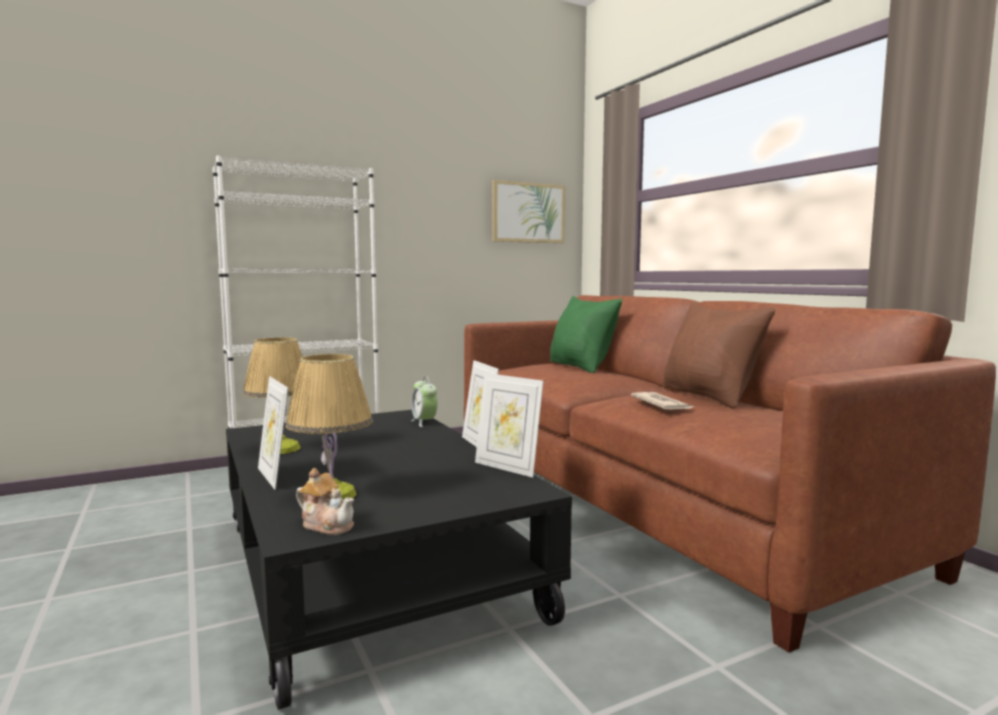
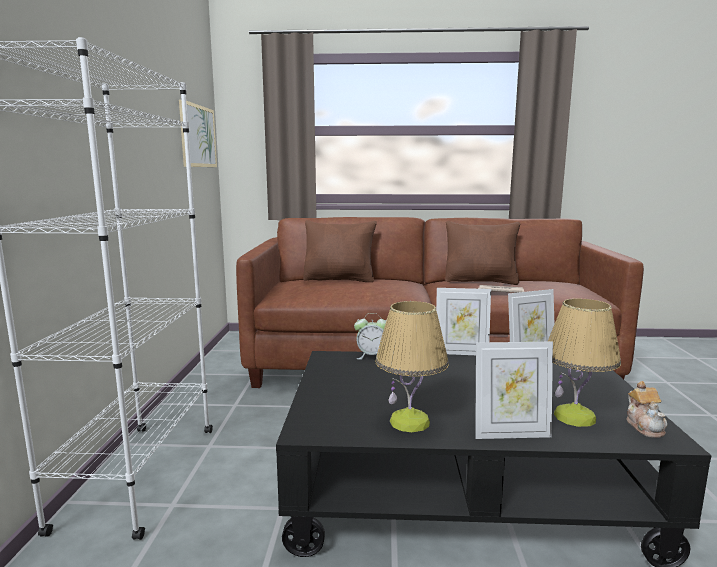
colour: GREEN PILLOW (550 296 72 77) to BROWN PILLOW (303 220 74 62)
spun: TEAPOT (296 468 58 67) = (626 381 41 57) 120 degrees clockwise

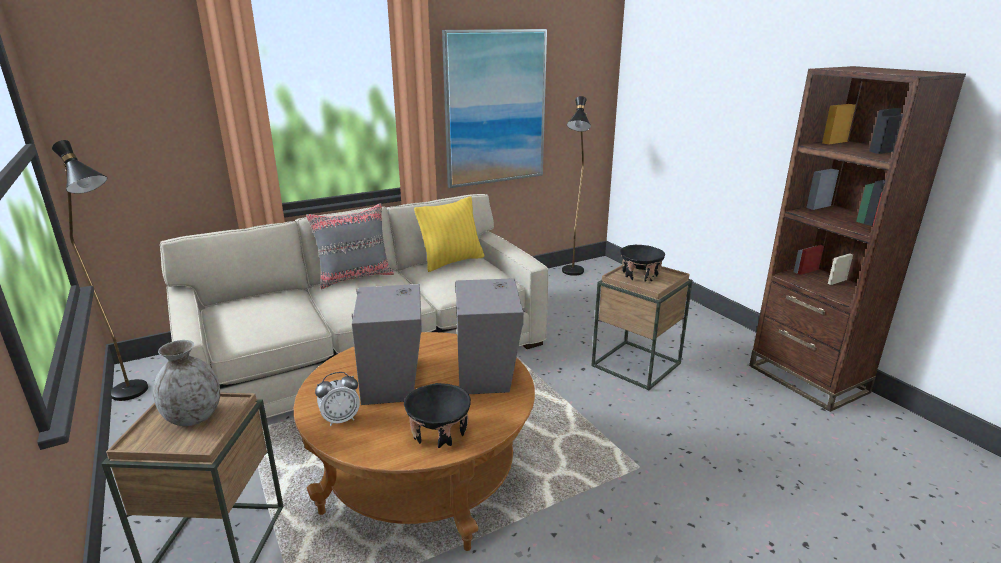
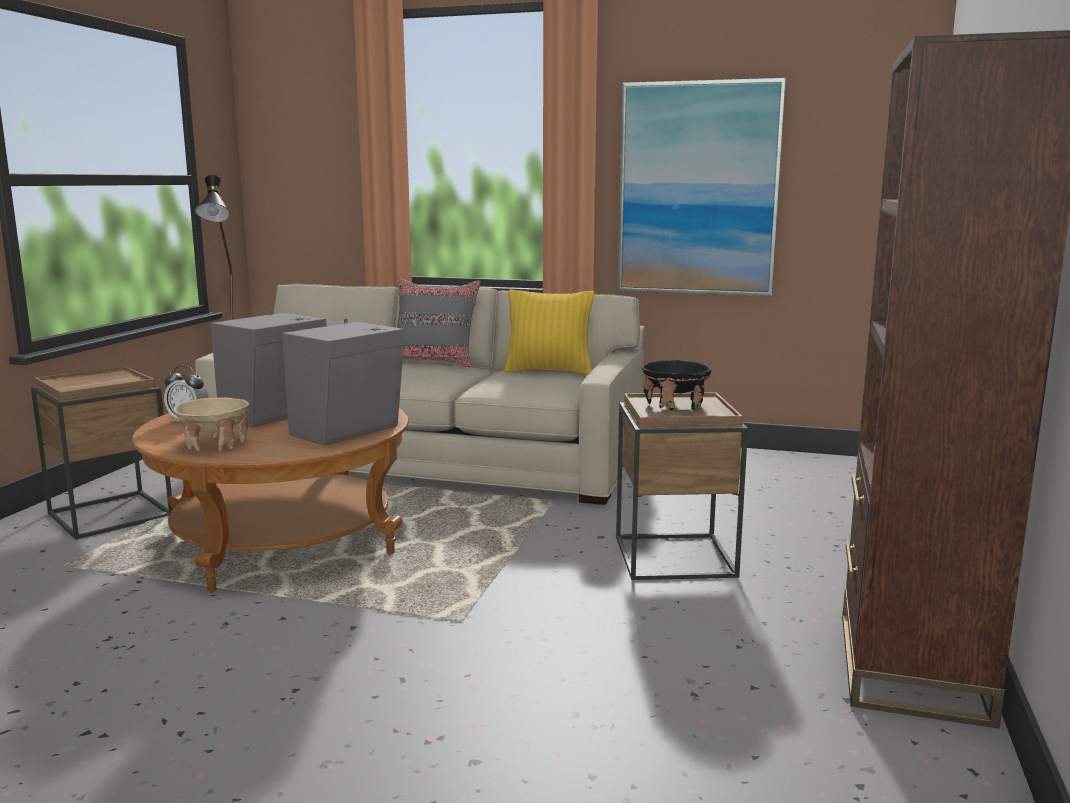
missing: GREY VASE (153 340 67 86); BLACK FLOOR LAMP (562 96 29 180)
colour: BLACK BOWL (404 383 67 65) to BEIGE BOWL (173 397 76 54)

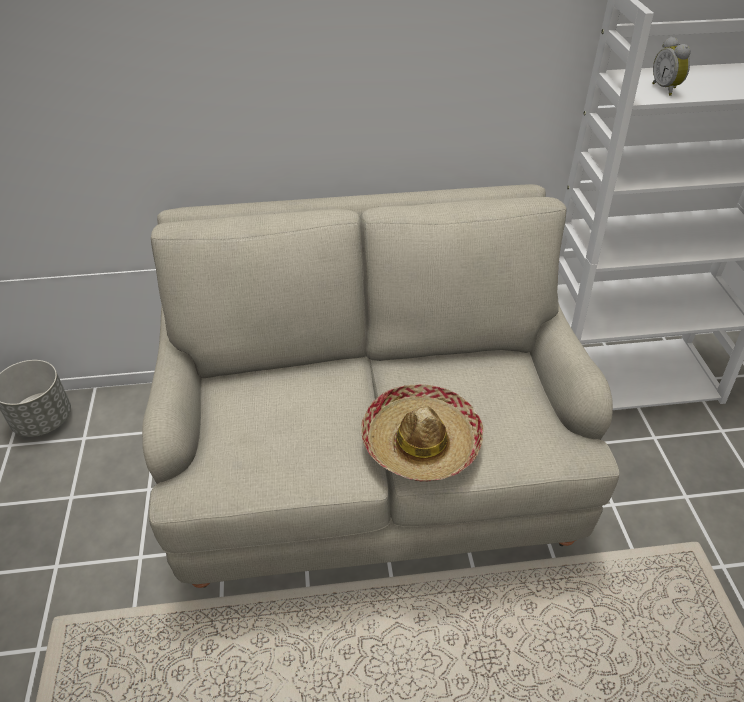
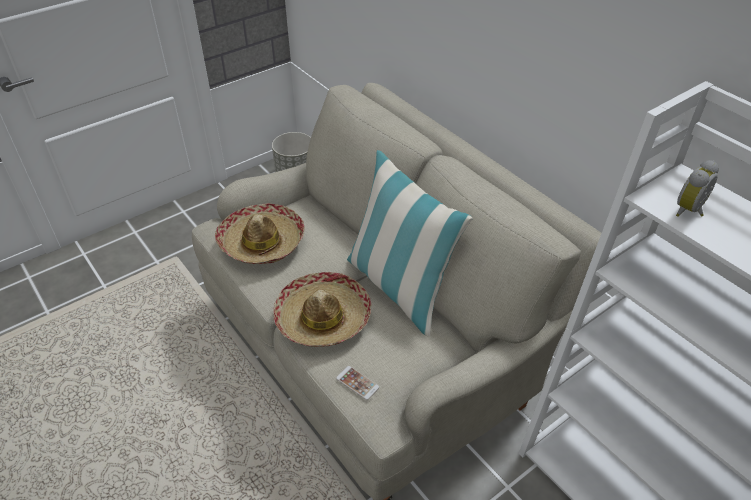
appeared: HAT (215 204 90 60); PHONE (336 366 44 34); PILLOW (347 150 125 186)

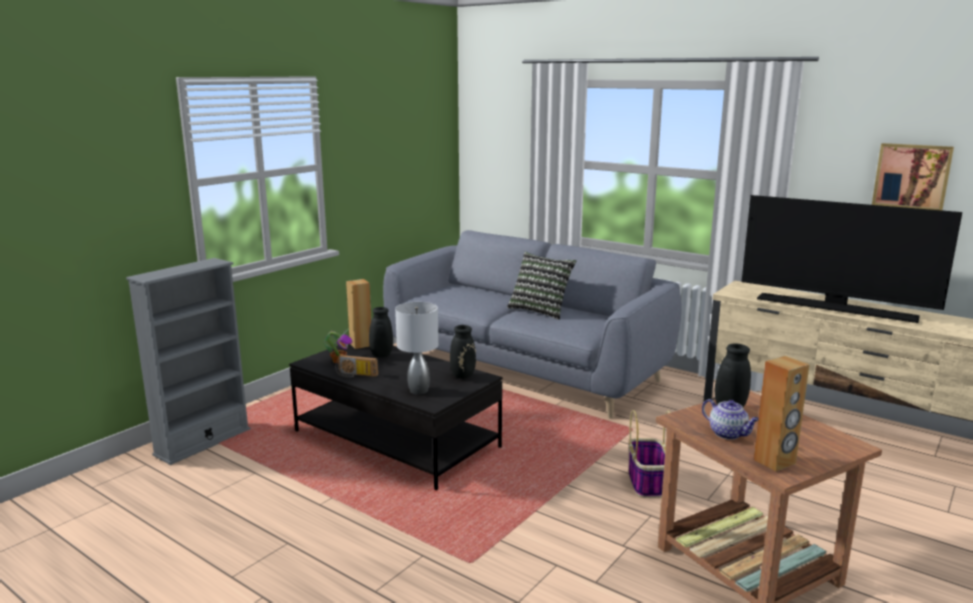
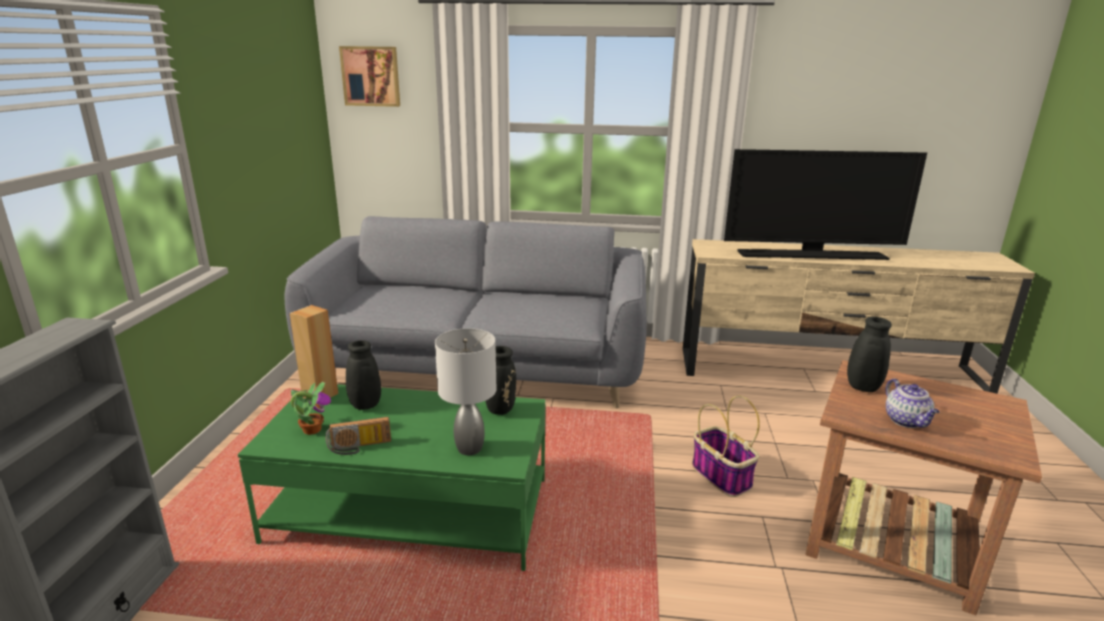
missing: PILLOW (507 252 69 68); BROWN SPEAKER (754 356 56 116)
relocated: PICTURE (872 143 82 67) to (339 46 61 61)
colour: BLACK COFFEE TABLE (289 344 213 146) to GREEN COFFEE TABLE (238 384 308 187)
spun: TEAPOT (702 399 57 41) = (886 379 54 49) 60 degrees clockwise

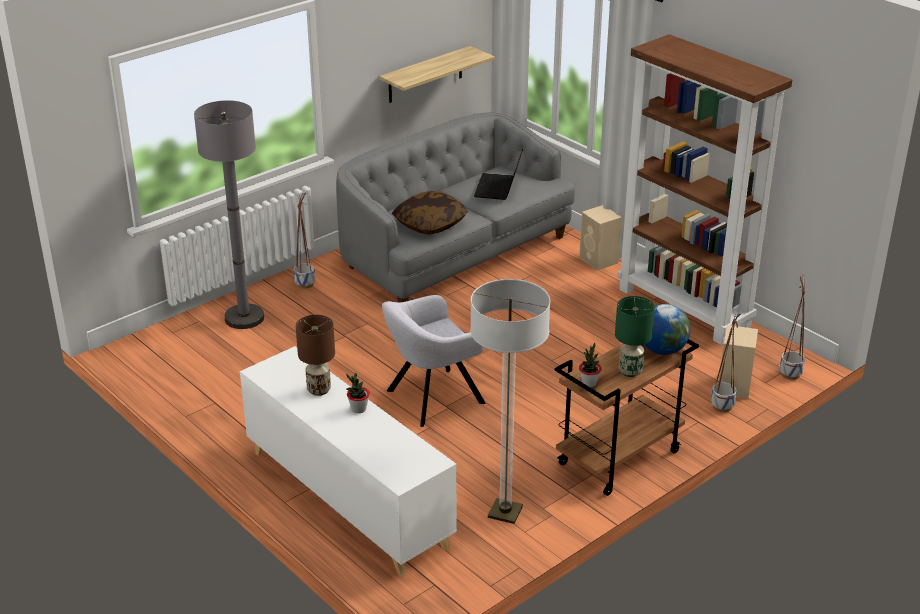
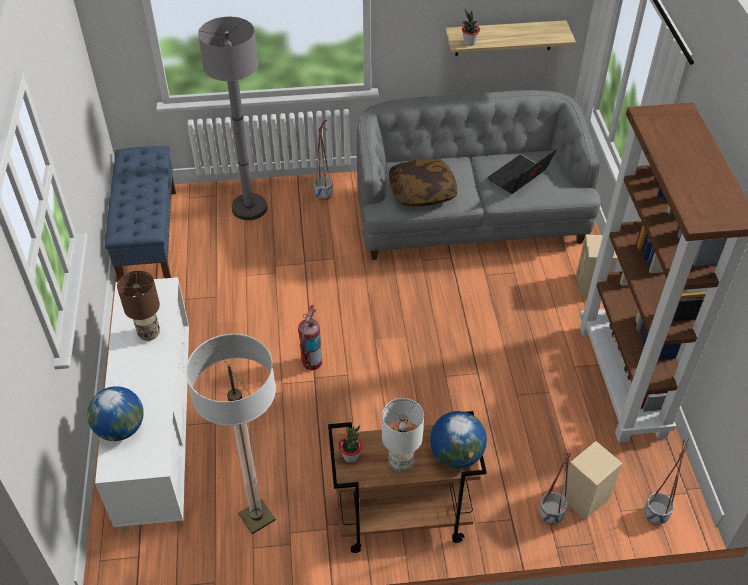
appeared: GLOBE (87 386 57 55); BLUE BENCH (105 146 71 135)
relocated: POTTED PLANT (346 373 24 40) to (462 9 18 37)
exchanged: GREY ARMCHAIR (382 295 103 132) to FIRE EXTINGUISHER (298 305 24 65)
colour: GREEN TABLE LAMP (615 296 40 81) to WHITE TABLE LAMP (382 398 42 75)

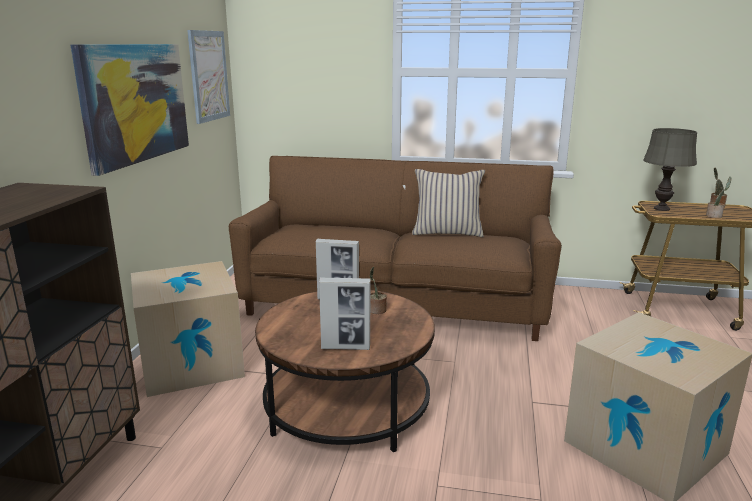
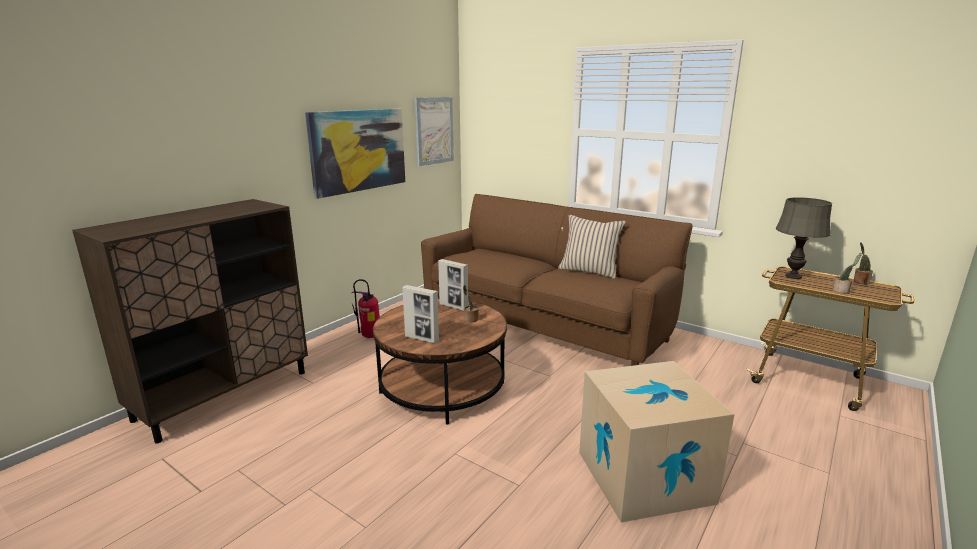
exchanged: CARDBOARD BOX (131 261 114 136) to FIRE EXTINGUISHER (351 279 29 59)

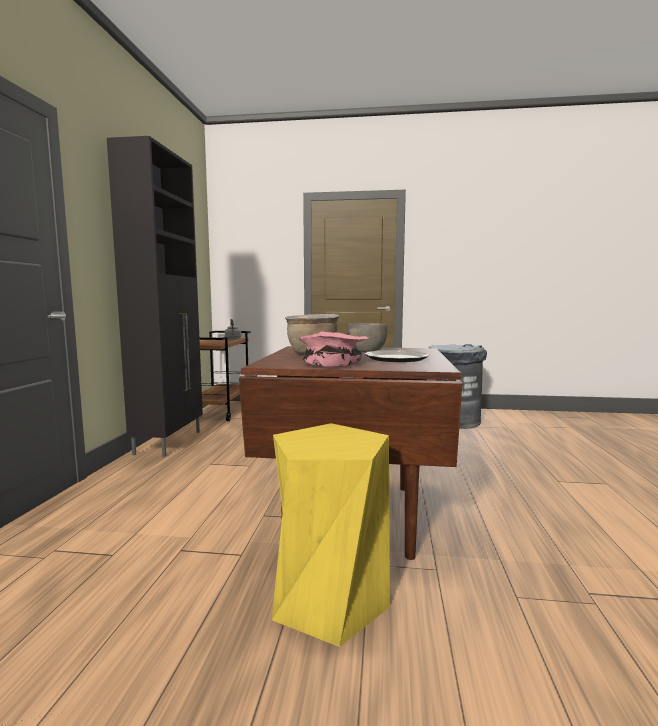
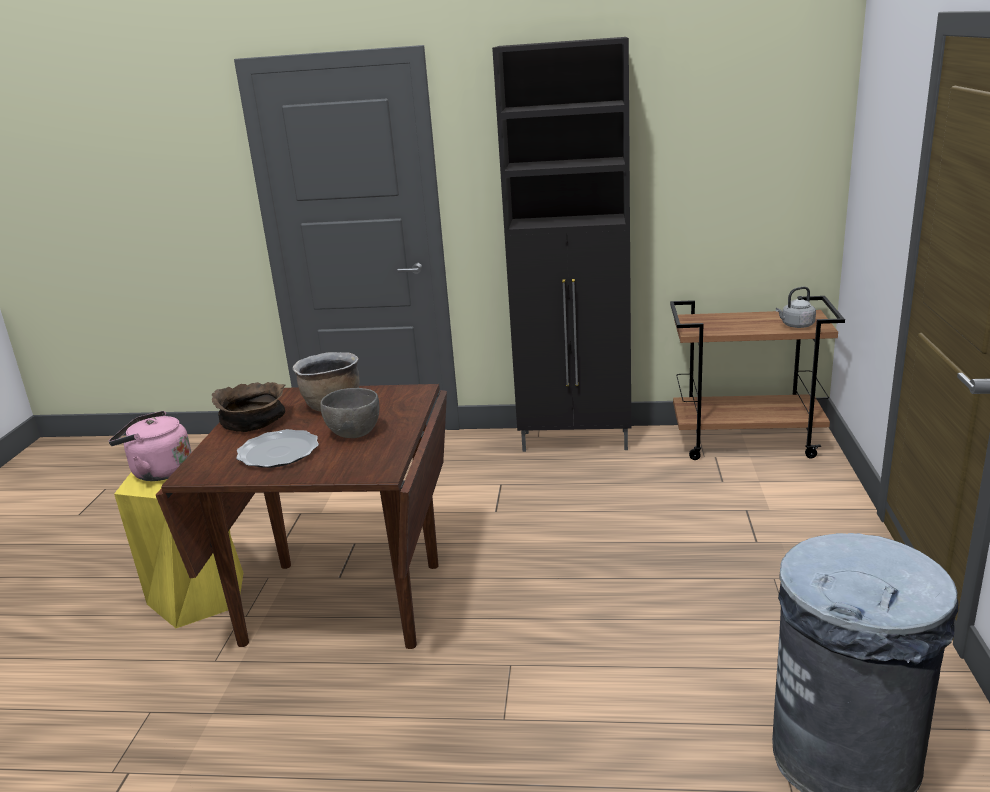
appeared: PINK KETTLE (109 411 83 70)
colour: PINK BOWL (298 331 72 36) to BROWN BOWL (212 382 73 50)

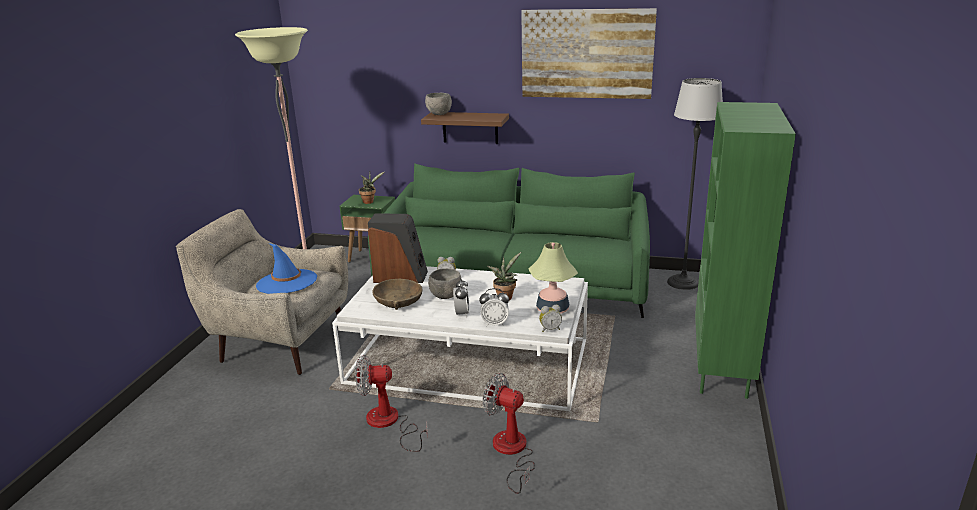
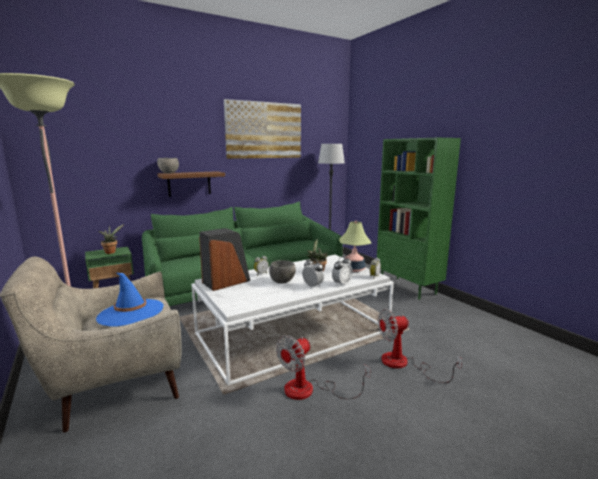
missing: BROWN BOWL (372 279 50 31)

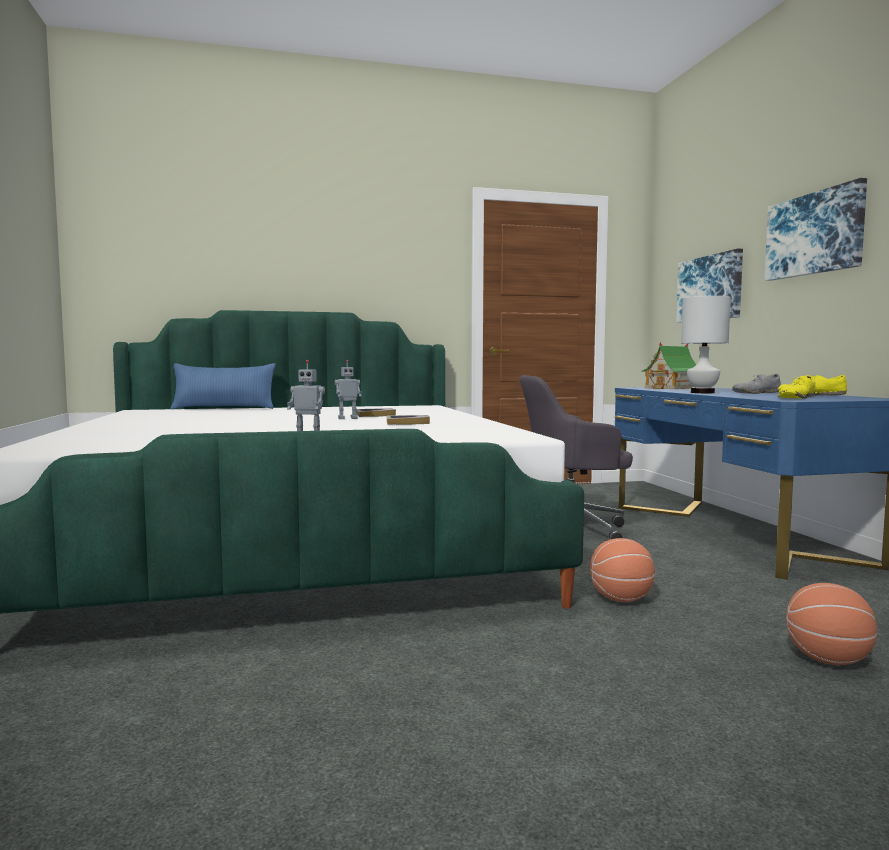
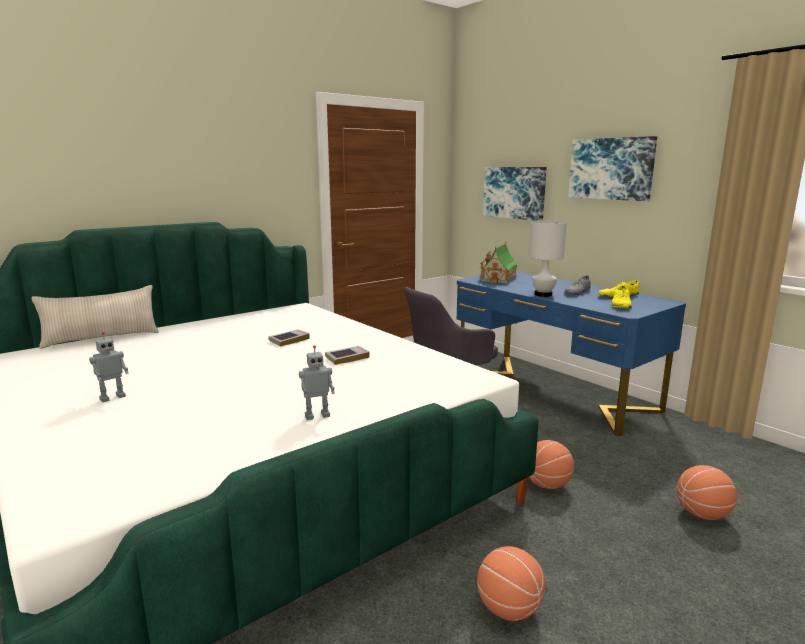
appeared: BASKETBALL (477 546 68 75)
relocated: TOY ROBOT (335 360 26 59) to (89 332 40 70)
colour: BLUE PILLOW (171 363 105 46) to BEIGE PILLOW (32 285 127 64)

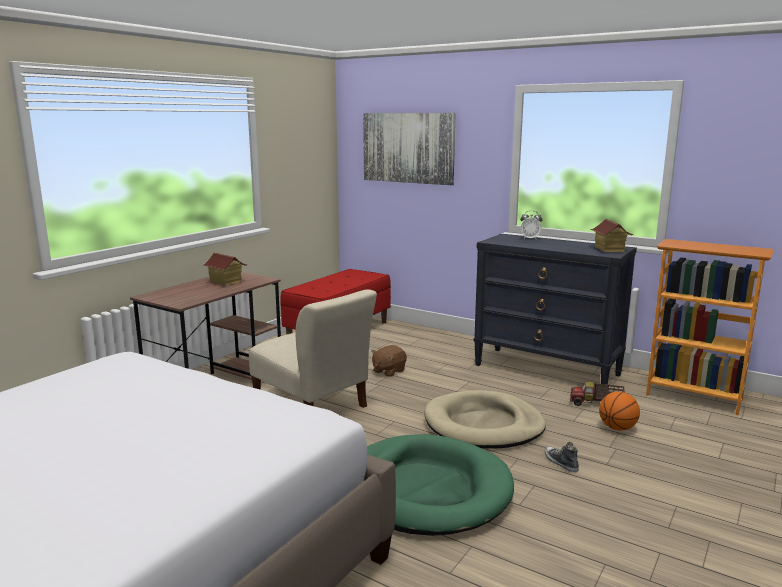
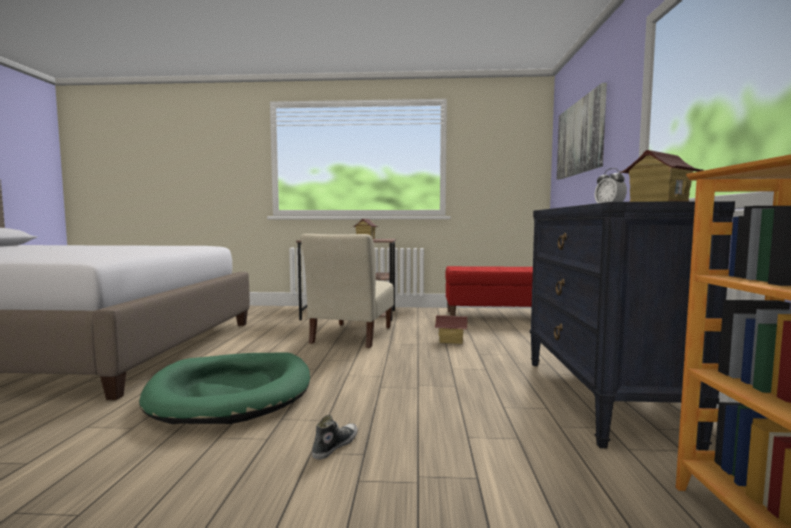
missing: BEIGE DOG BED (424 390 122 59); TOY TRUCK (570 382 55 24); BASKETBALL (599 392 41 39)
exchanged: BROWN PLUSH TOY (372 345 35 32) to TOY HOUSE (435 315 33 29)

